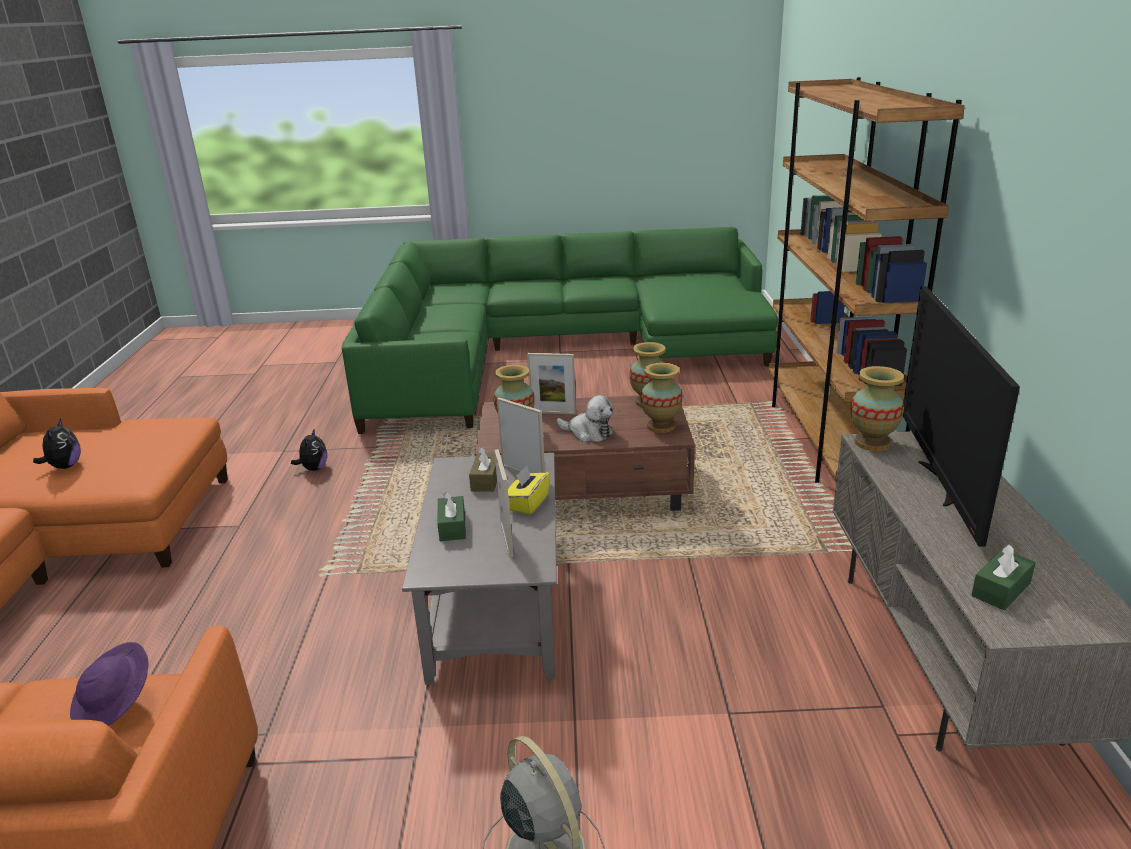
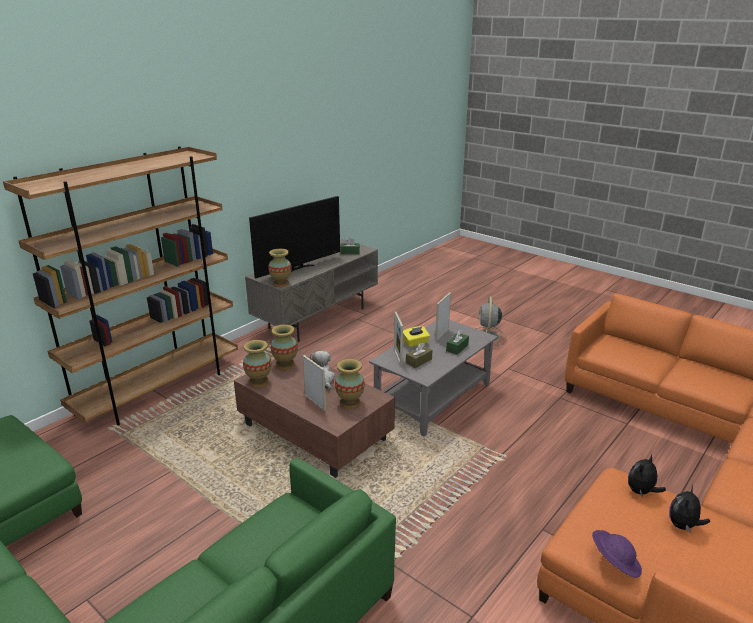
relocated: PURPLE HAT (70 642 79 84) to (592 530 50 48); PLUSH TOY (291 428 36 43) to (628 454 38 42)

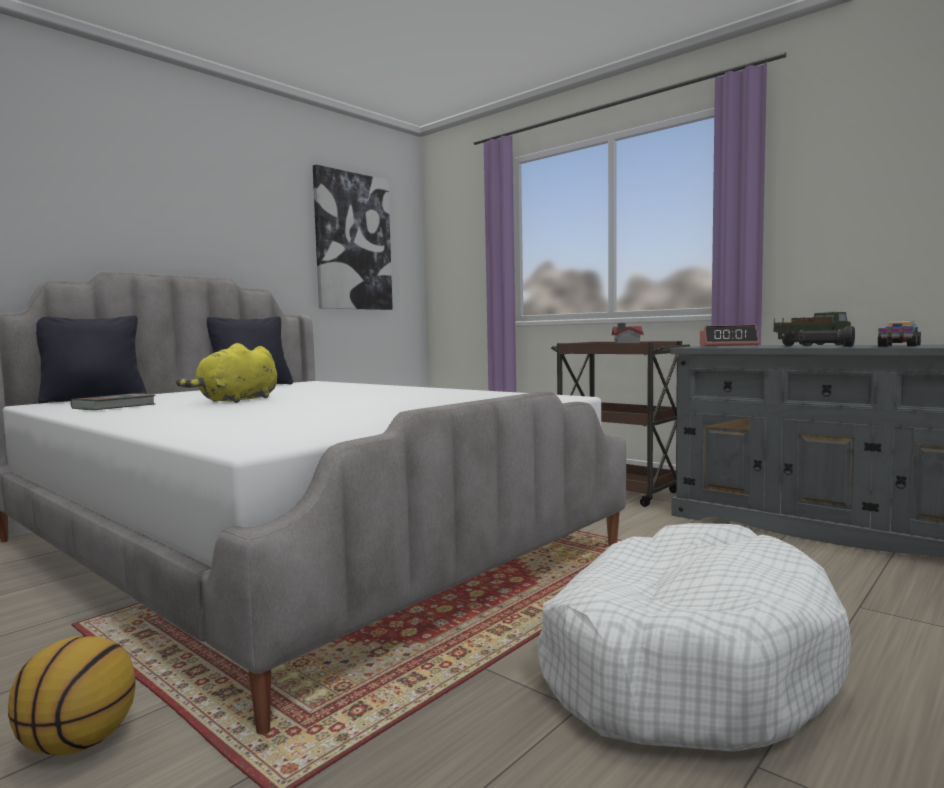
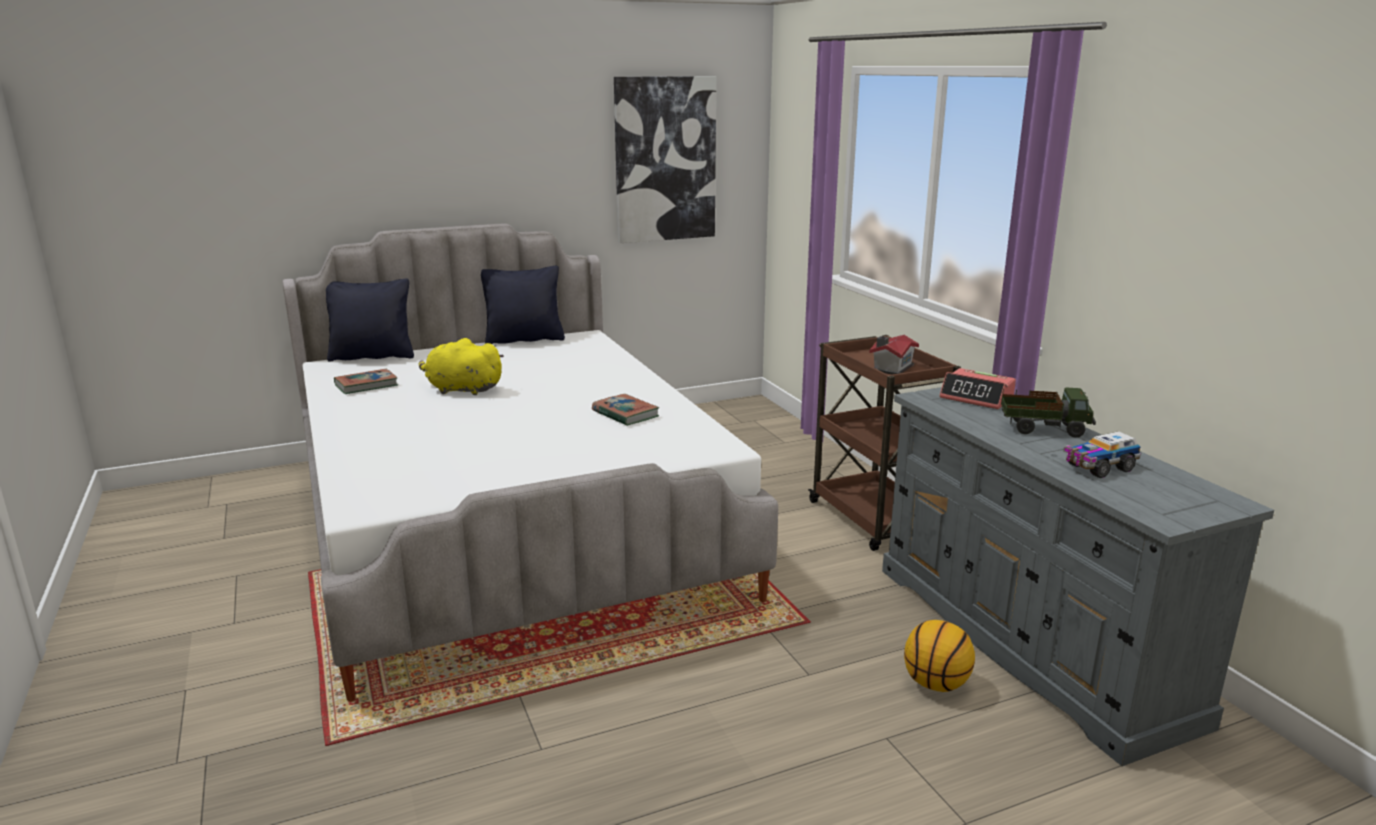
missing: WHITE DOG BED (537 523 314 229); BLACK FLASHLIGHT (799 326 56 21)
appeared: BOOK (592 394 67 32)
relocated: BASKETBALL (8 636 128 119) to (904 620 71 72)
spun: YELLOW PLUSH TOY (176 343 101 60) = (419 338 85 57) 45 degrees clockwise

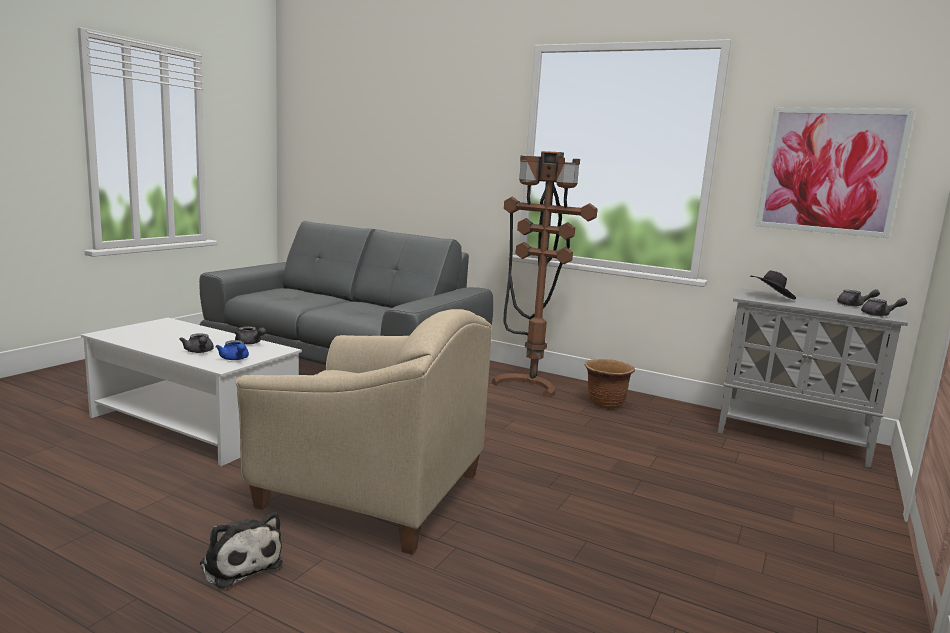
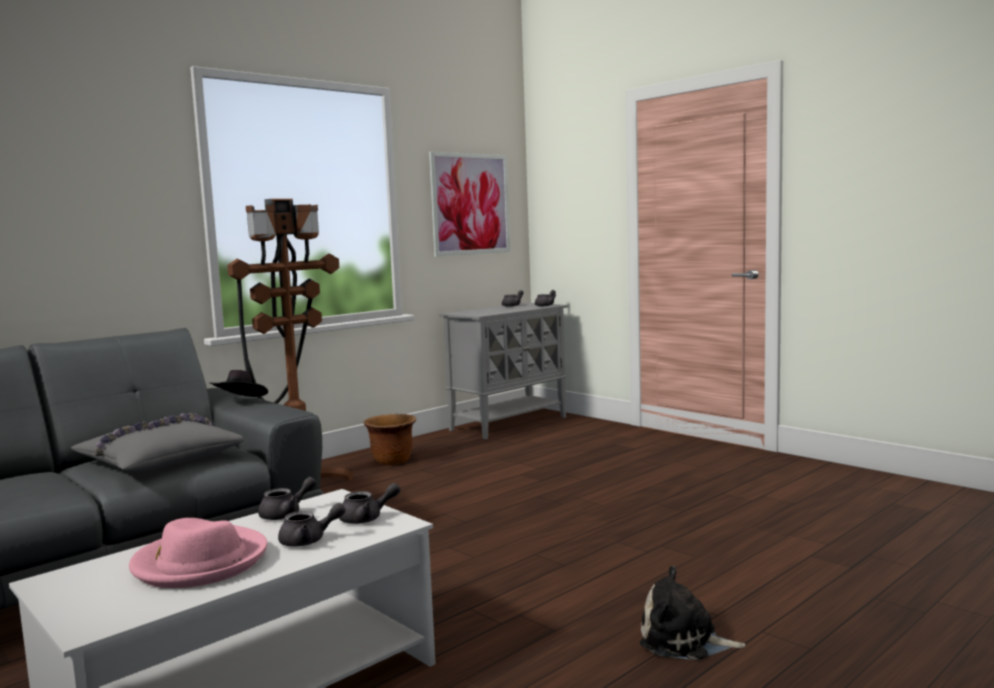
missing: BEIGE ARMCHAIR (236 309 256 246)
appeared: GREY PILLOW (71 413 174 58); PINK HAT (129 518 138 70)
relocated: BLACK HAT (751 270 45 30) to (210 370 58 27)
colour: BLUE TEAPOT (215 340 34 20) to GREY TEAPOT (339 483 62 41)
spun: PLUSH TOY (200 512 83 77) = (640 566 106 94) 135 degrees counterclockwise

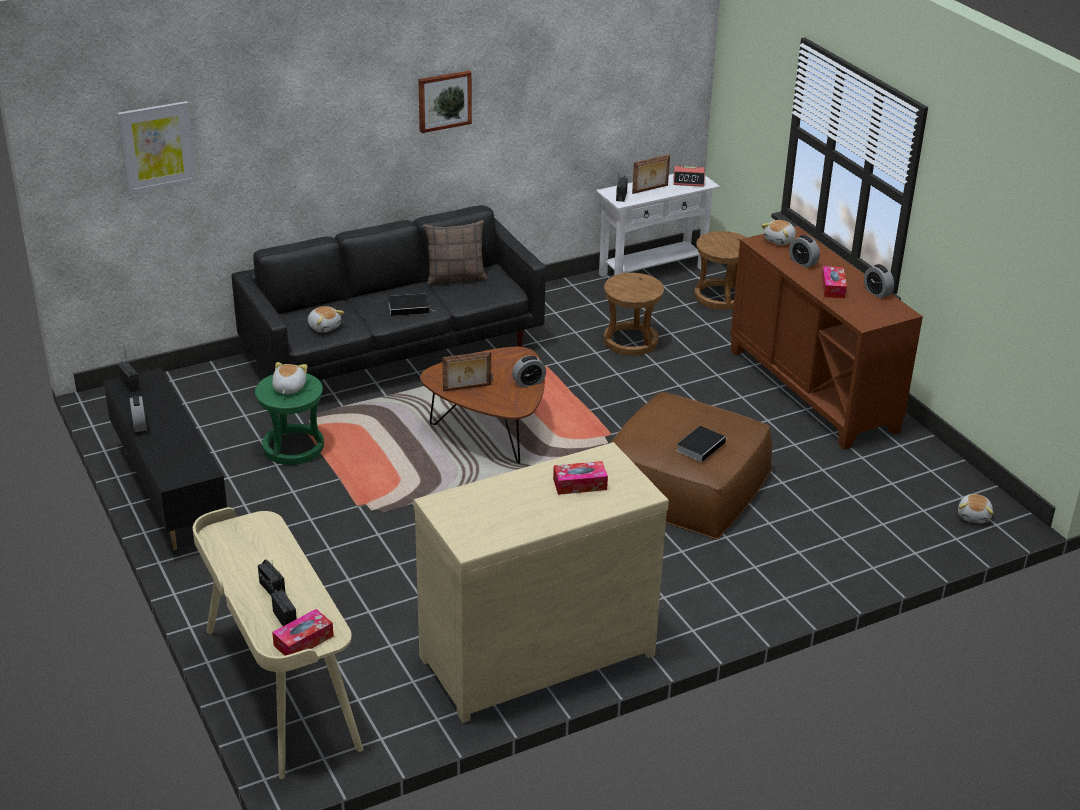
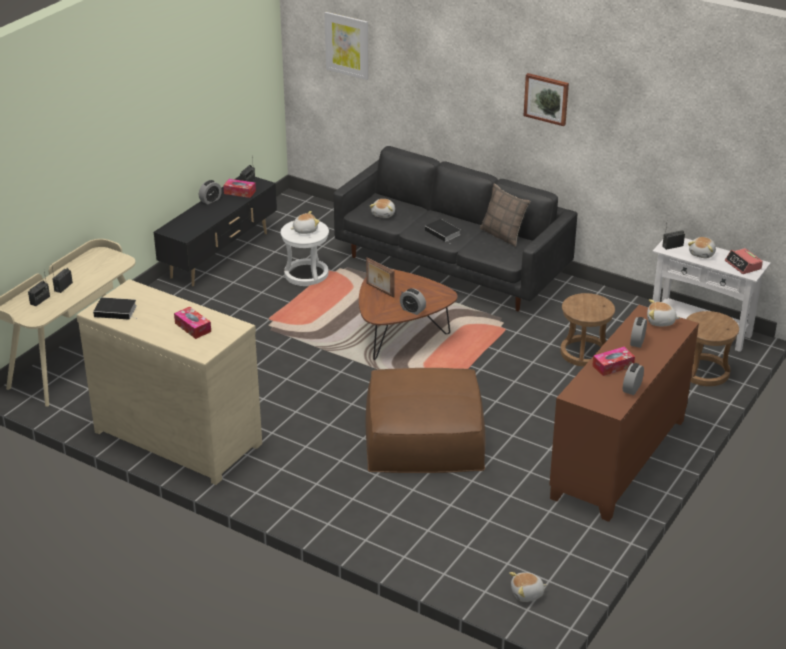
relocated: BOOK (676 426 52 36) to (93 297 45 23); TISSUE BOX (272 609 62 47) to (223 179 33 19)
exchanged: PICTURE FRAME (632 154 38 40) to PLUSH TOY (688 237 28 22)
colour: GREEN STOOL (255 373 69 92) to WHITE STOOL (280 221 49 65)

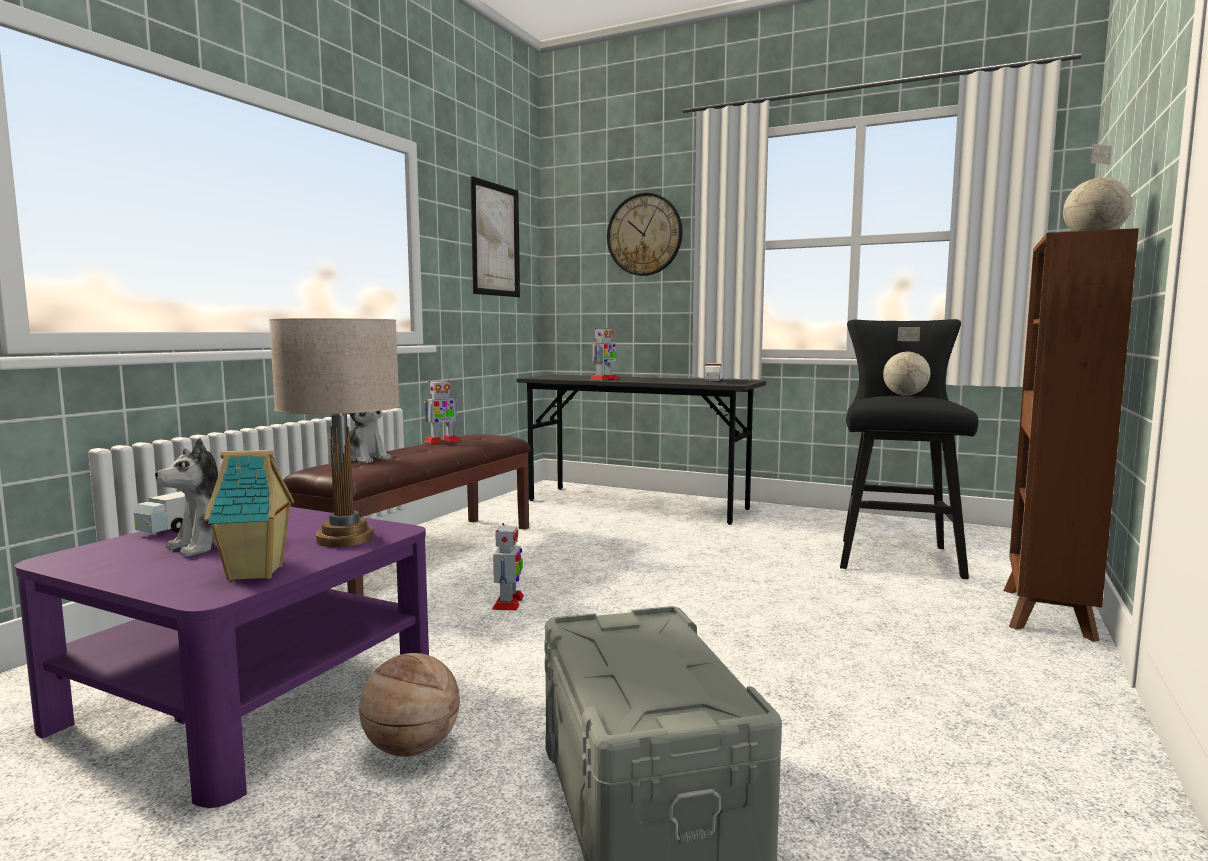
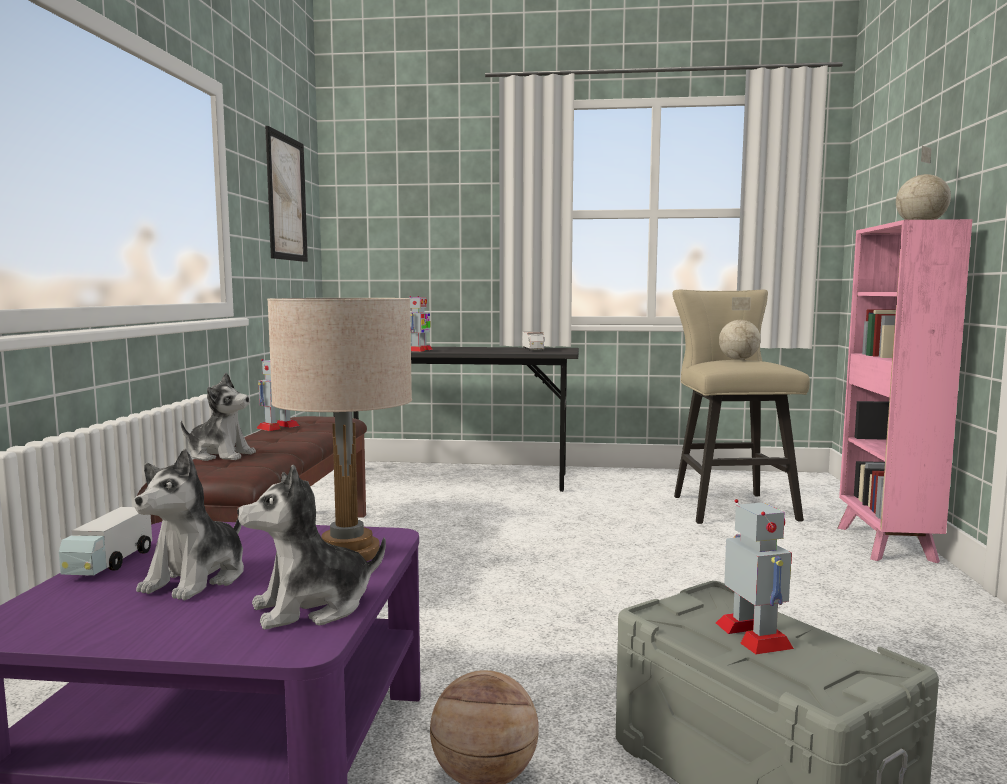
missing: WALL CLOCK (607 193 76 83)
relocated: TOY ROBOT (492 523 32 88) to (716 499 78 155)
exchanged: TOY HOUSE (204 450 90 131) to PLUSH TOY (237 465 149 165)
colour: BLACK STOOL (840 319 138 260) to BEIGE STOOL (672 289 138 235); BROWN BOOKCASE (1003 228 136 414) to PINK BOOKCASE (837 219 135 344)

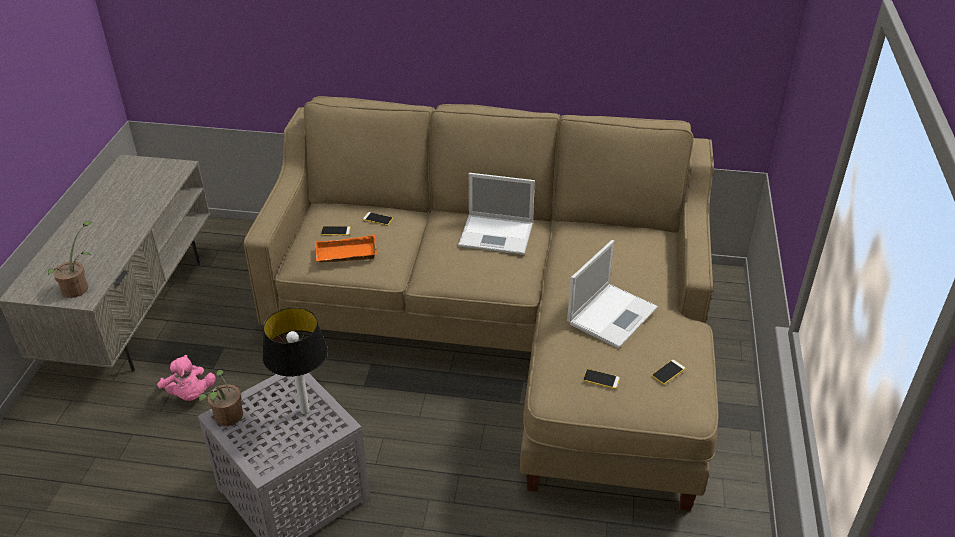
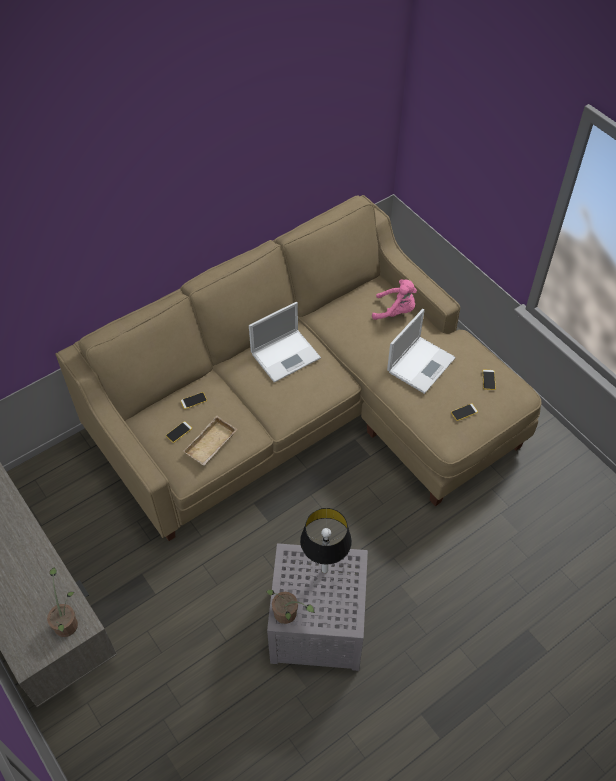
relocated: PINK PLUSH TOY (157 355 59 46) to (372 279 45 41)
colour: ORANGE TRAY (315 234 62 29) to BEIGE TRAY (183 415 54 51)
spun: LAPTOP (567 240 91 109) = (387 309 69 85) 45 degrees clockwise

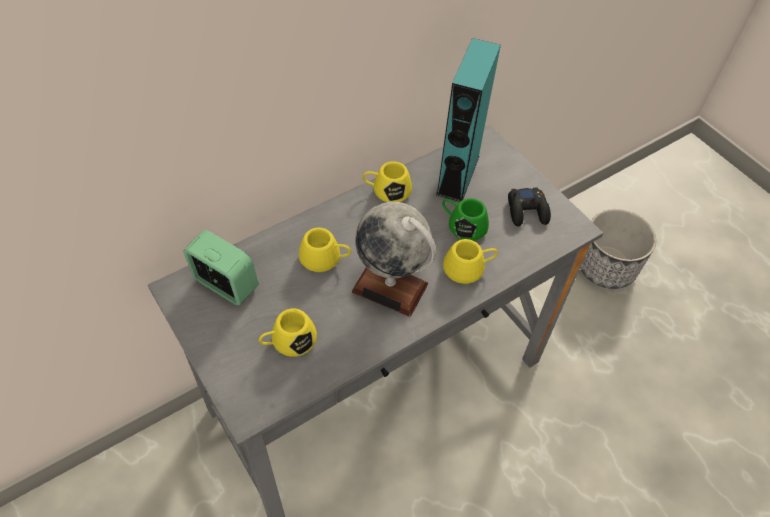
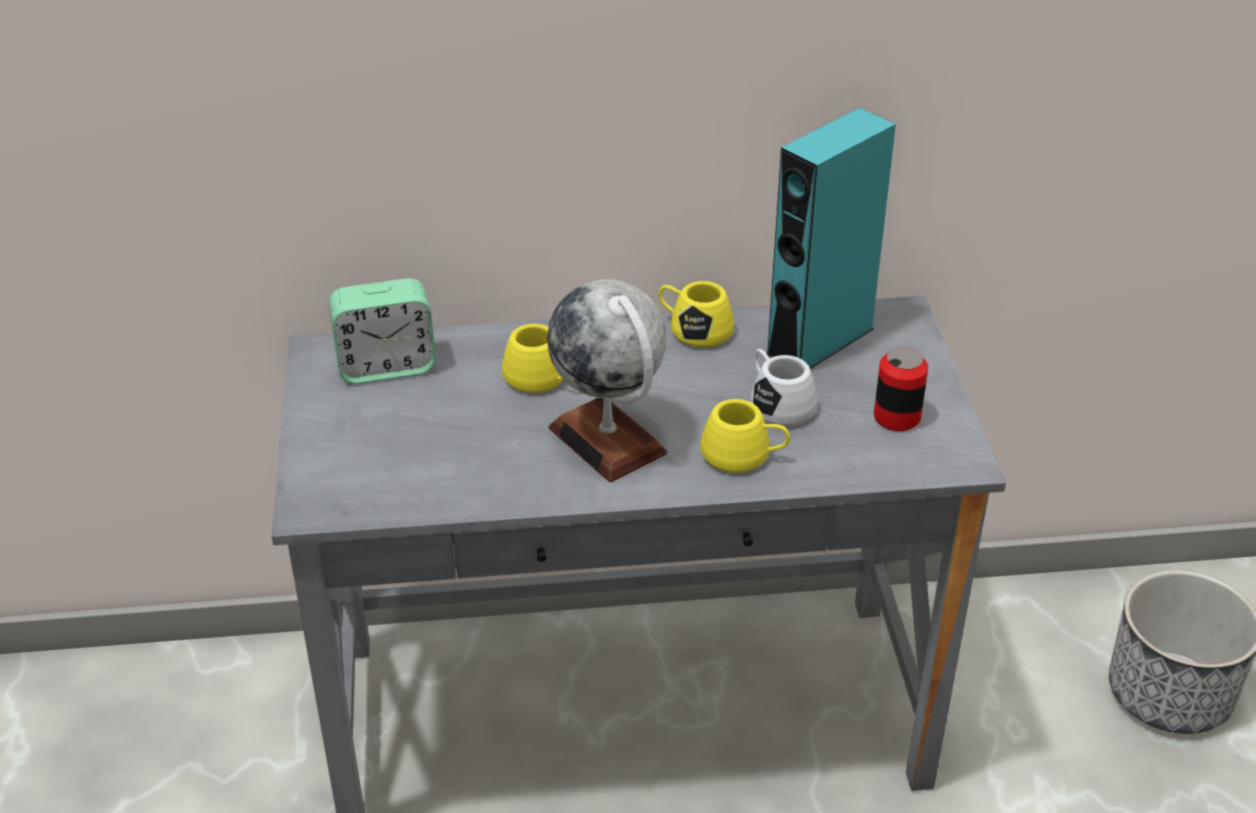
missing: YELLOW MUG (259 309 58 48)
exchanged: BLACK GAME CONTROLLER (508 187 43 39) to CAN (874 347 54 84)
colour: GREEN MUG (442 198 47 43) to WHITE MUG (750 349 67 77)
spun: ALARM CLOCK (184 230 74 75) = (329 278 107 106) 105 degrees clockwise

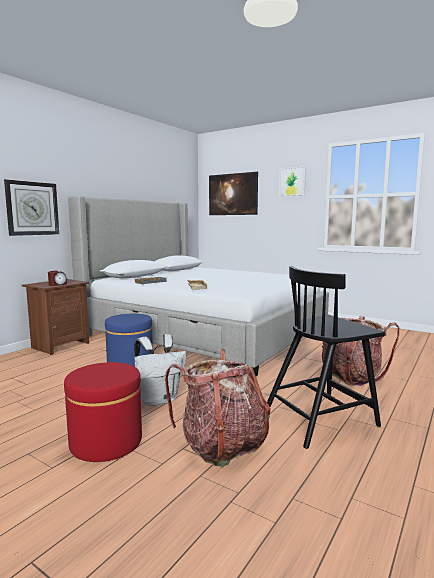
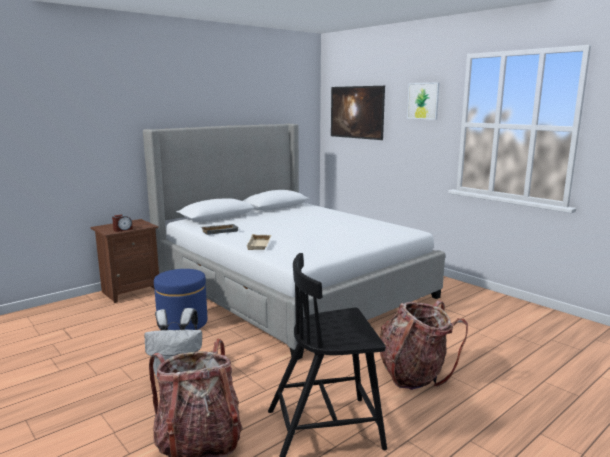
missing: WALL CLOCK (4 179 55 57); RED OTTOMAN (64 362 78 100)

